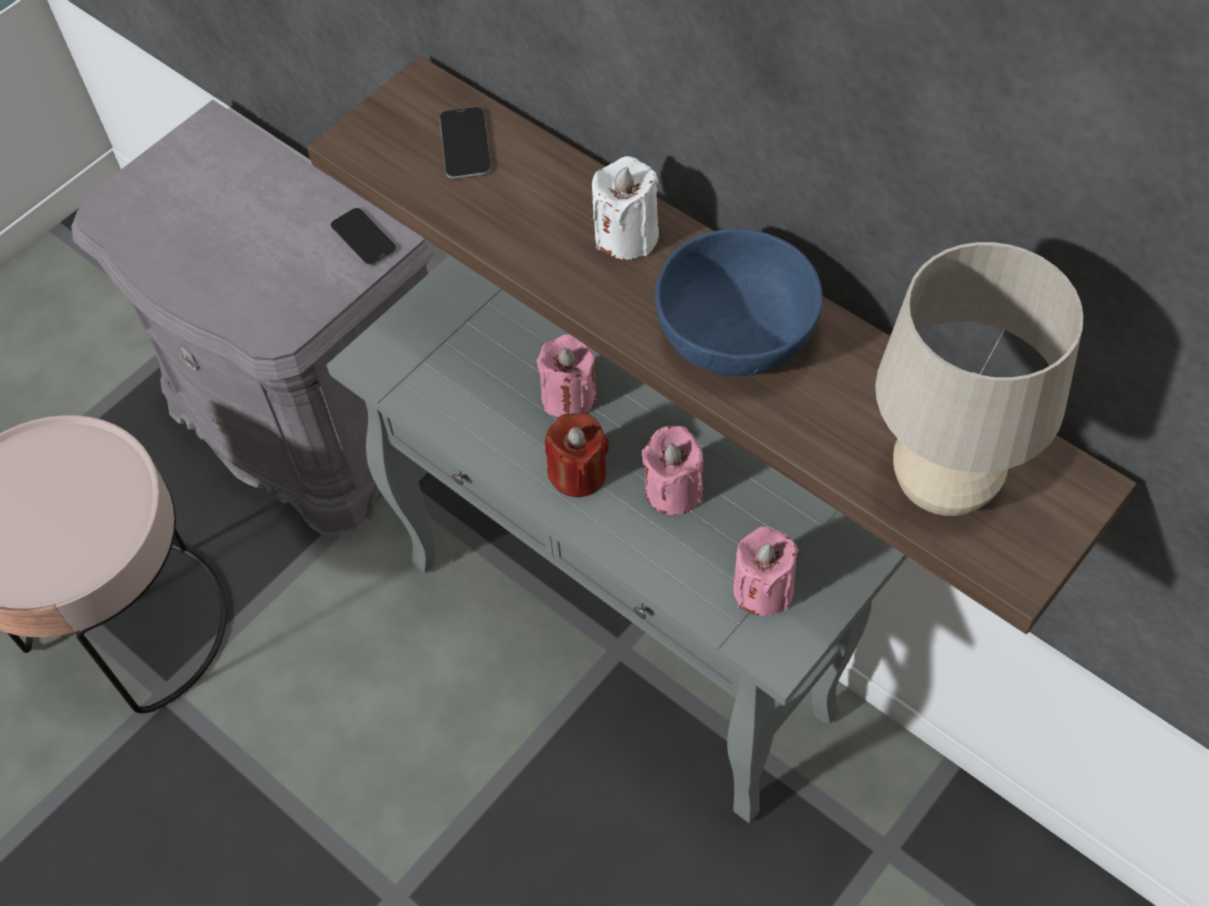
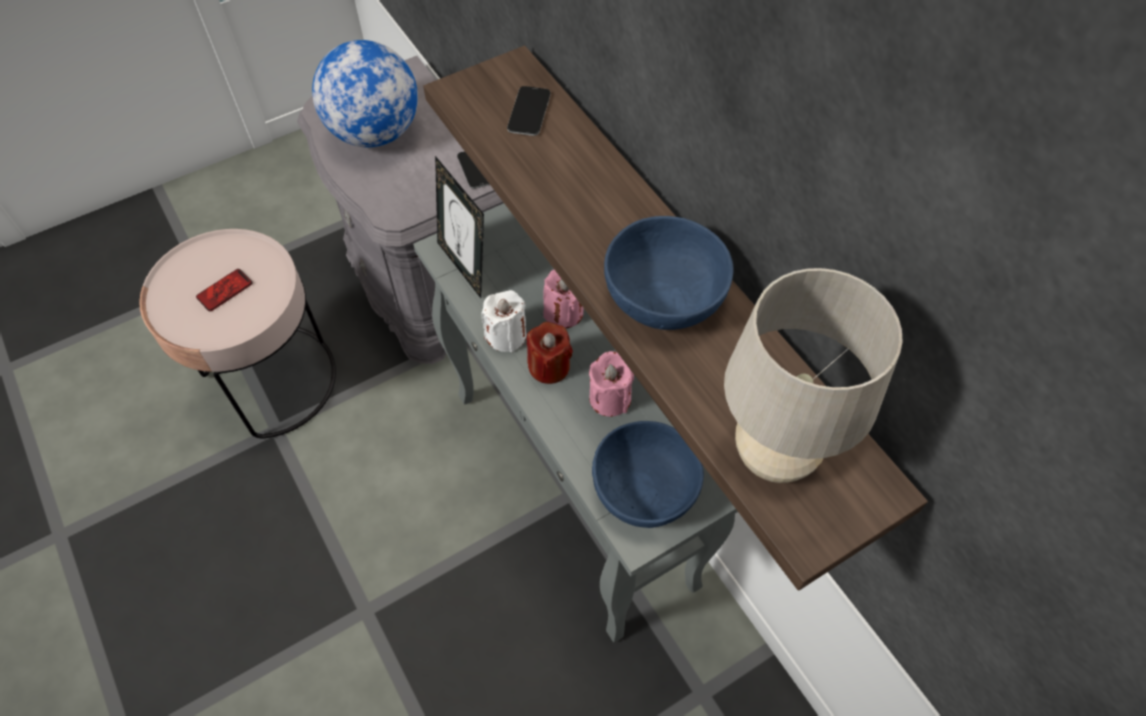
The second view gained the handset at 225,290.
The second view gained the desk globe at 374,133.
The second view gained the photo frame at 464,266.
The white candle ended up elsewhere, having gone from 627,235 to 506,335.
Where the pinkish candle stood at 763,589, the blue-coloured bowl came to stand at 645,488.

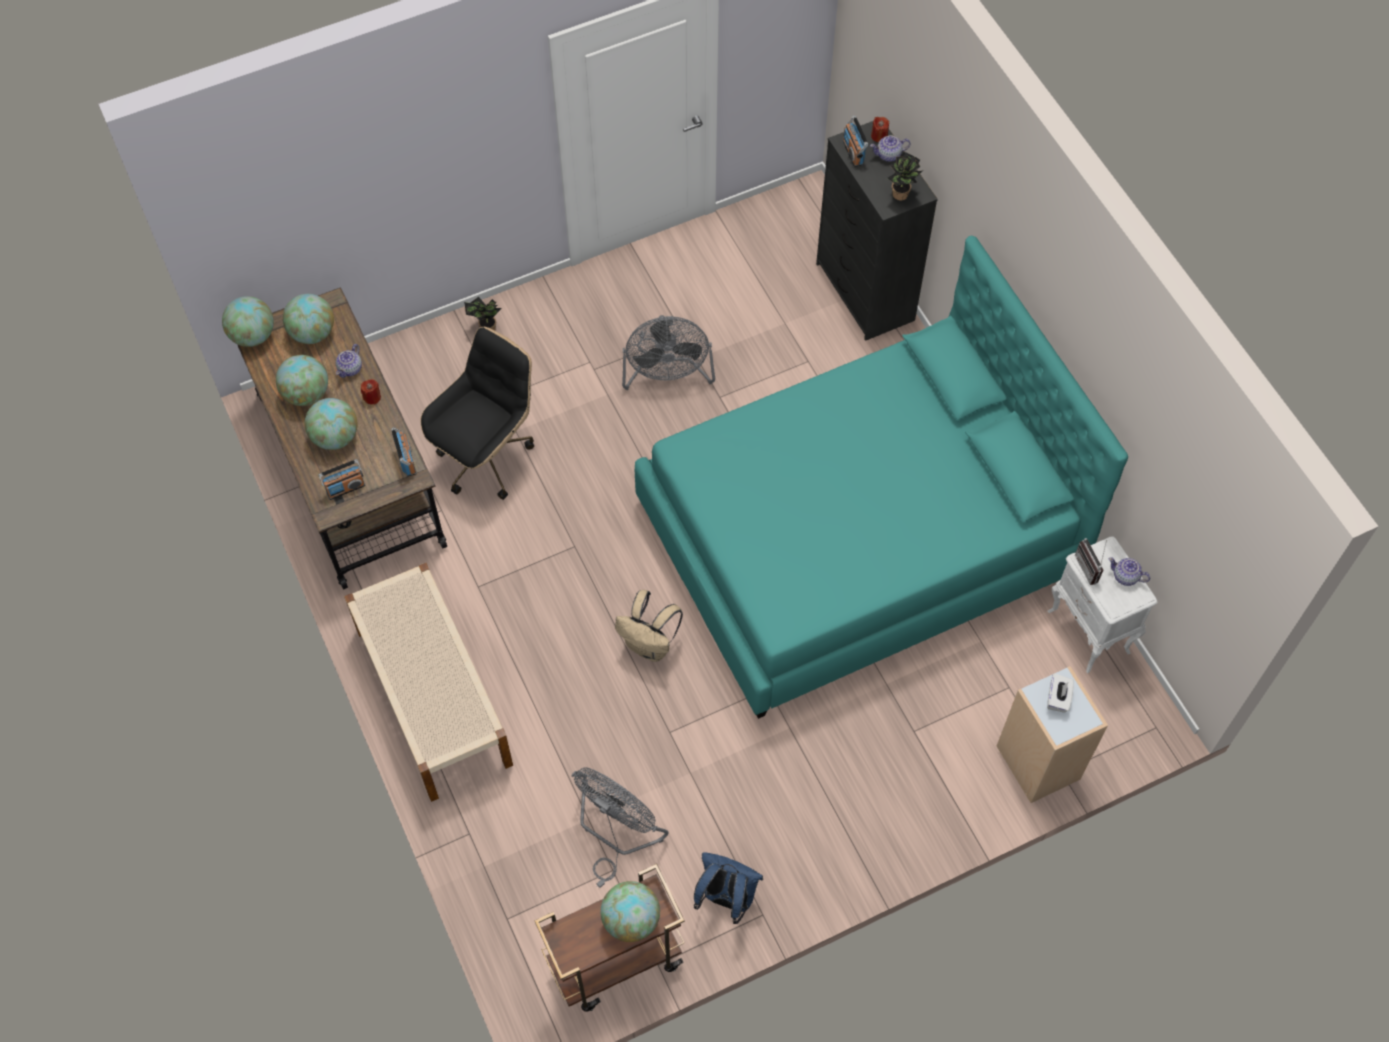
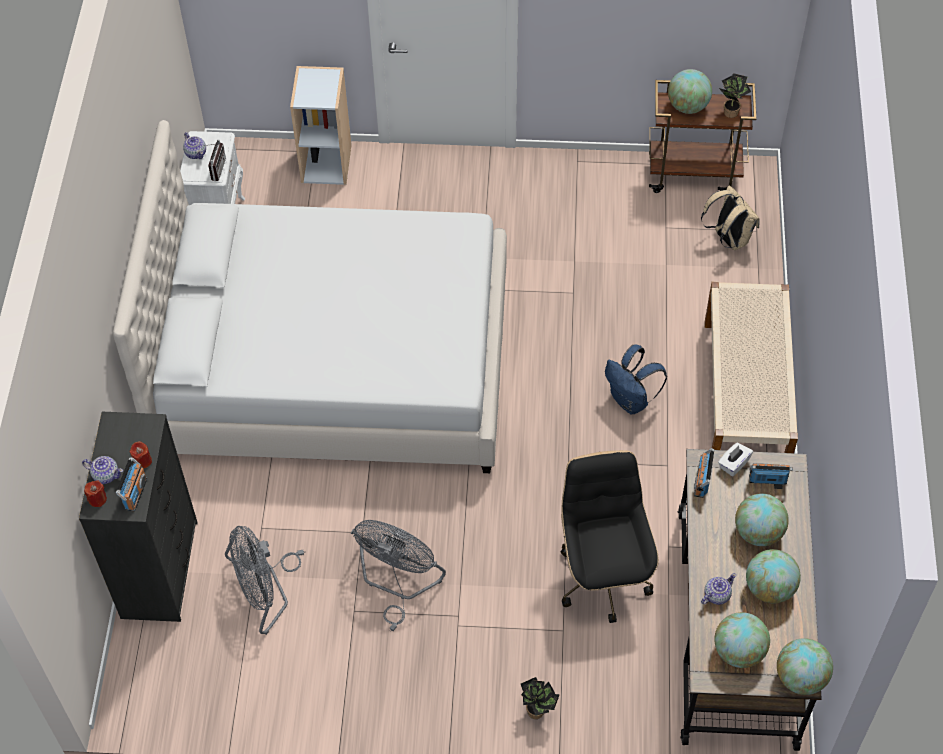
The red-coloured candle ended up elsewhere, having gone from 372,397 to 142,461.
The greyish electric fan ended up elsewhere, having gone from 613,831 to 265,587.
The sand-coloured backpack ended up elsewhere, having gone from 650,645 to 728,239.
The blue-coloured backpack ended up elsewhere, having gone from 726,898 to 631,401.
The houseplant ended up elsewhere, having gone from 901,196 to 730,111.
The white box of tissues ended up elsewhere, having gone from 1058,698 to 733,464.
What was the turquoise sleeping bed at 857,537 turned into the white sleeping bed at 334,362.
The blackish computer chair at 488,457 ended up facing another way, 105 degrees clockwise from before.

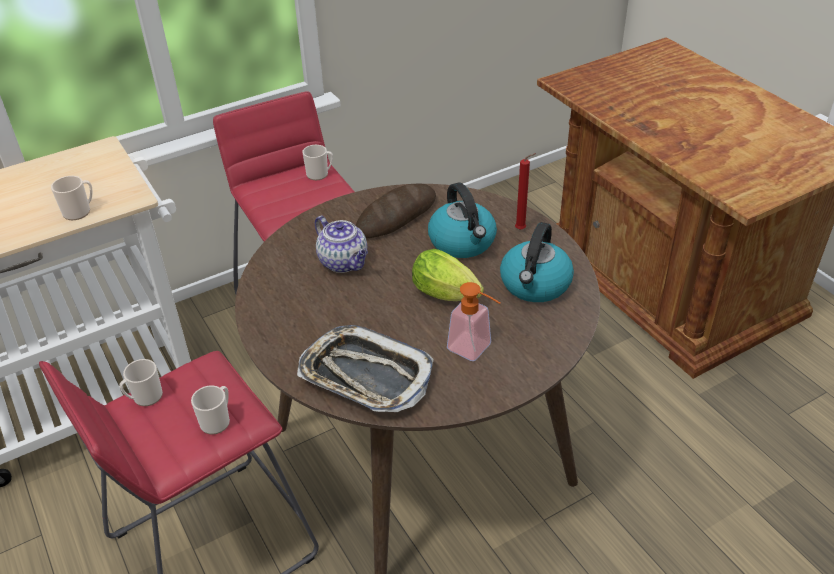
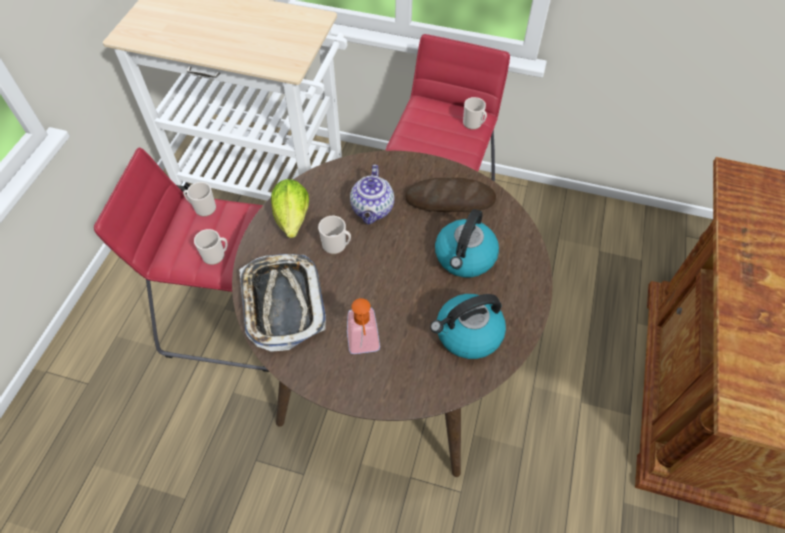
The second view lost the red-coloured candle at 522,229.
The mug ended up elsewhere, having gone from 80,211 to 337,245.
The lettuce ended up elsewhere, having gone from 449,295 to 292,222.

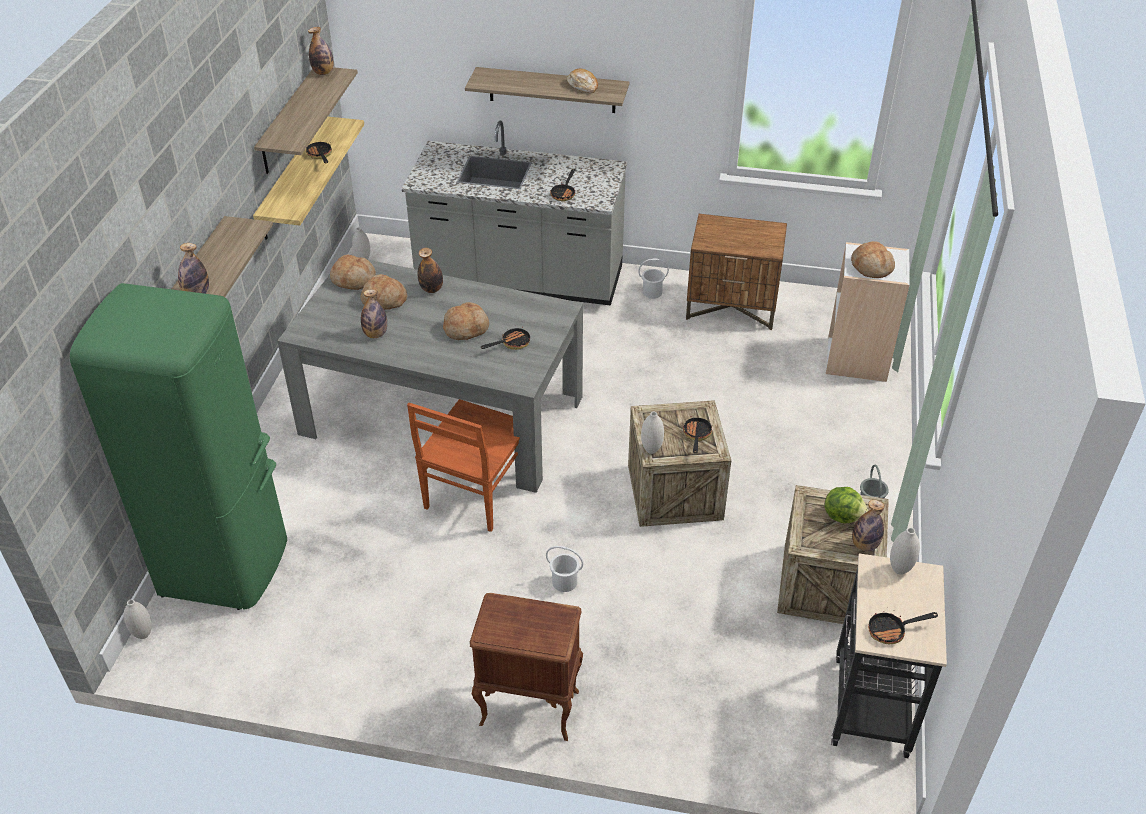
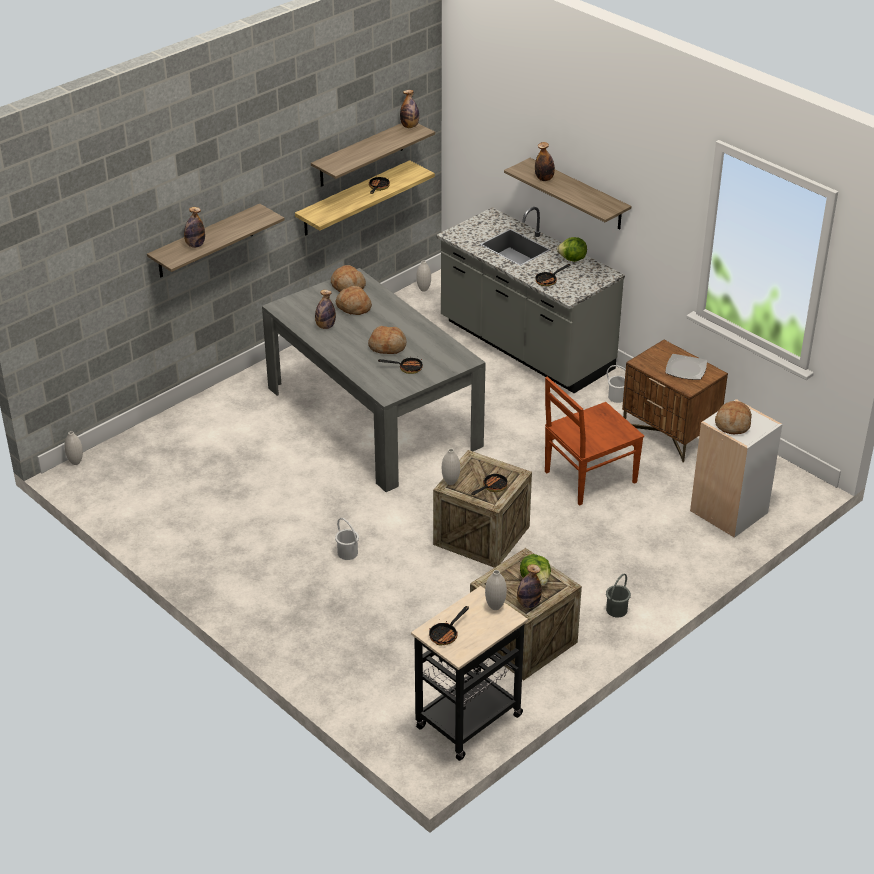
The second view lost the greenish refrigerator at 229,565.
The second view lost the brown-coloured nightstand at 529,708.
The second view lost the baked bread at 583,86.
The second view gained the lettuce at 572,259.
The second view gained the flat dish at 685,369.
The brown-coloured chair ended up elsewhere, having gone from 475,493 to 588,477.
The bottle ended up elsewhere, having gone from 431,289 to 544,179.
The frying pan at 892,631 ended up facing another way, 75 degrees counterclockwise from before.

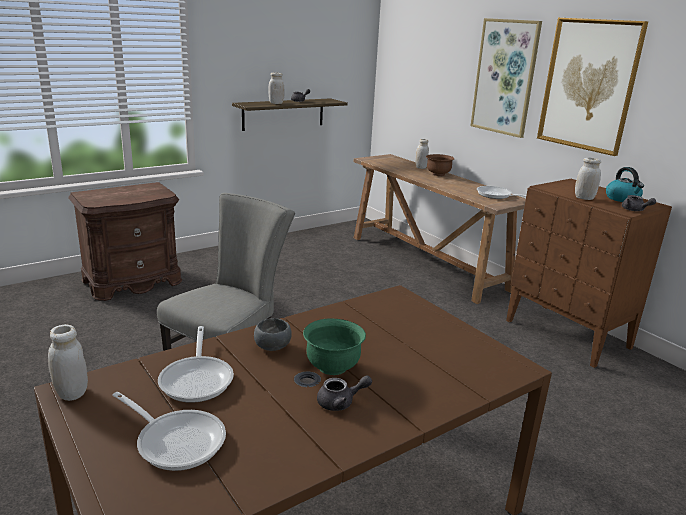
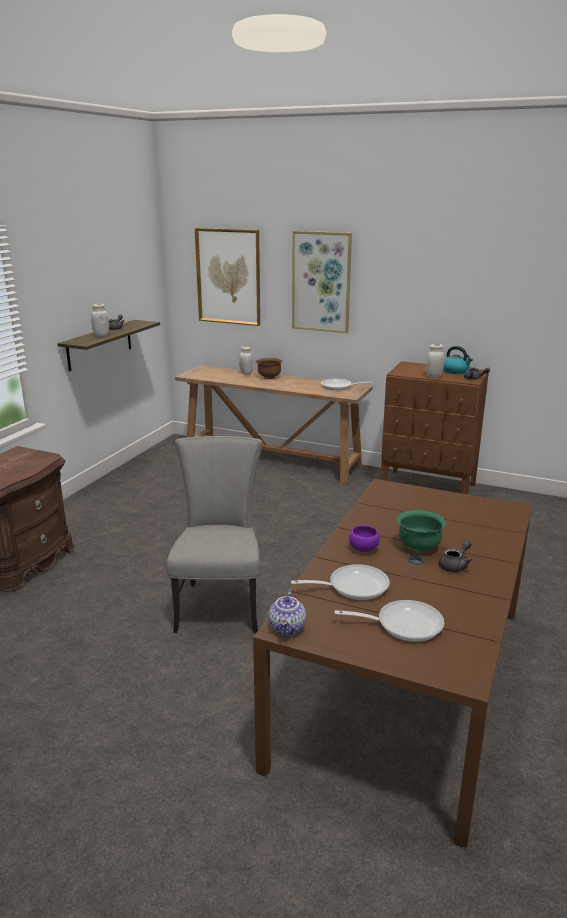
The wall art ended up elsewhere, having gone from 588,85 to 228,276.
Where the white storage jar stood at 72,393, the tea pot came to stand at 288,628.
What was the greyish bowl at 273,347 turned into the purple bowl at 364,548.
The frying pan at 198,379 ended up facing another way, 60 degrees counterclockwise from before.

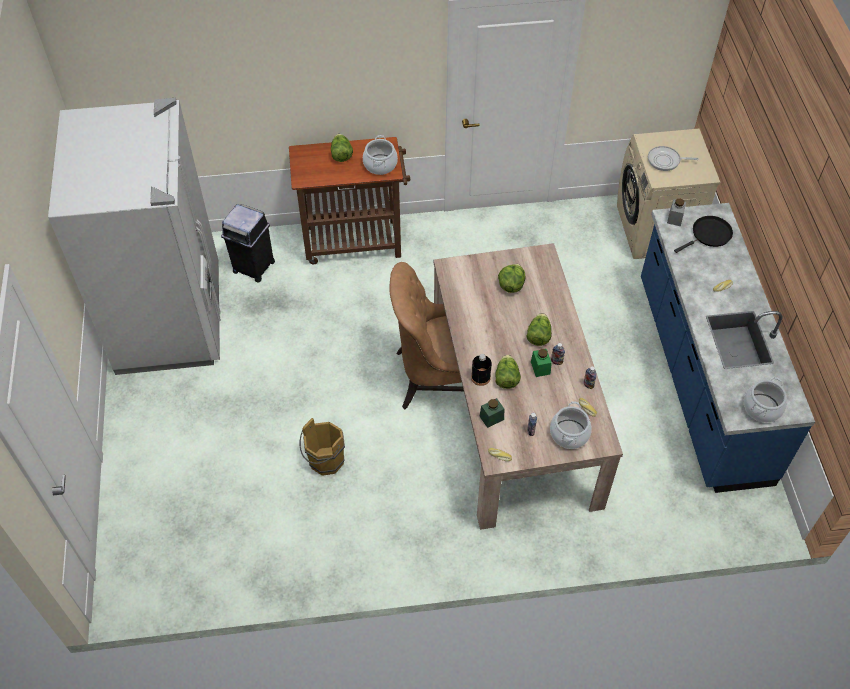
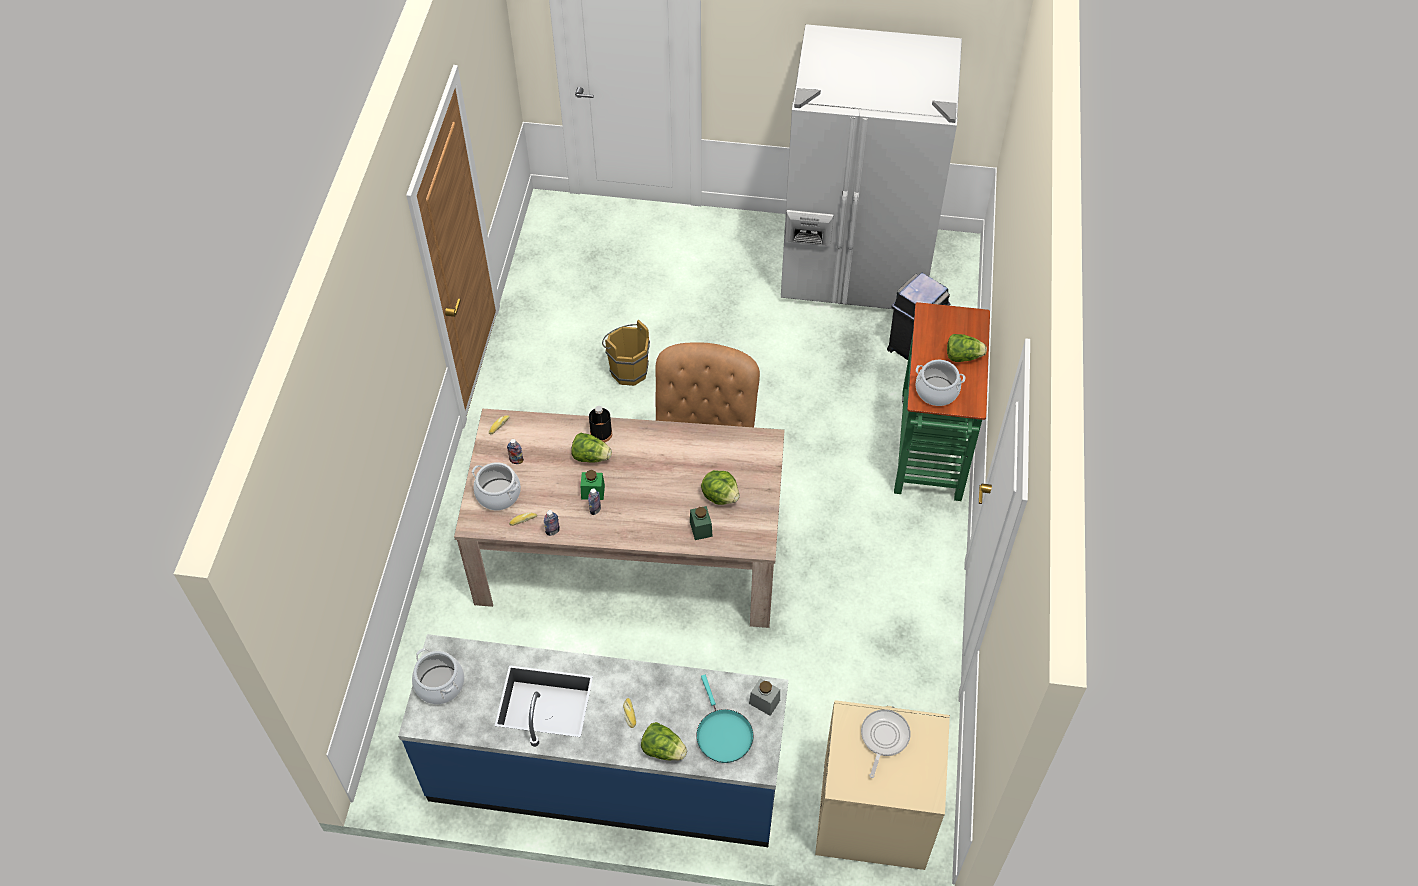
The greenish storage jar ended up elsewhere, having gone from 491,418 to 701,529.
The lettuce ended up elsewhere, having gone from 538,336 to 663,749.
What was the brown-coloured trolley at 354,242 turned into the greenish trolley at 930,450.
What was the blackish frying pan at 709,235 turned into the turquoise frying pan at 722,734.

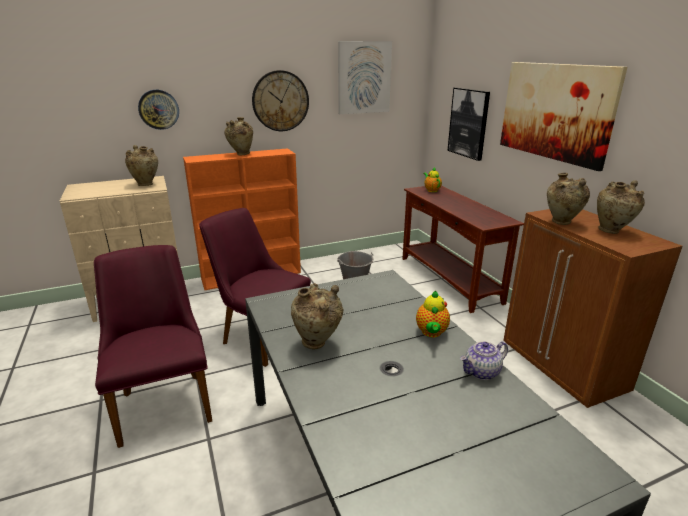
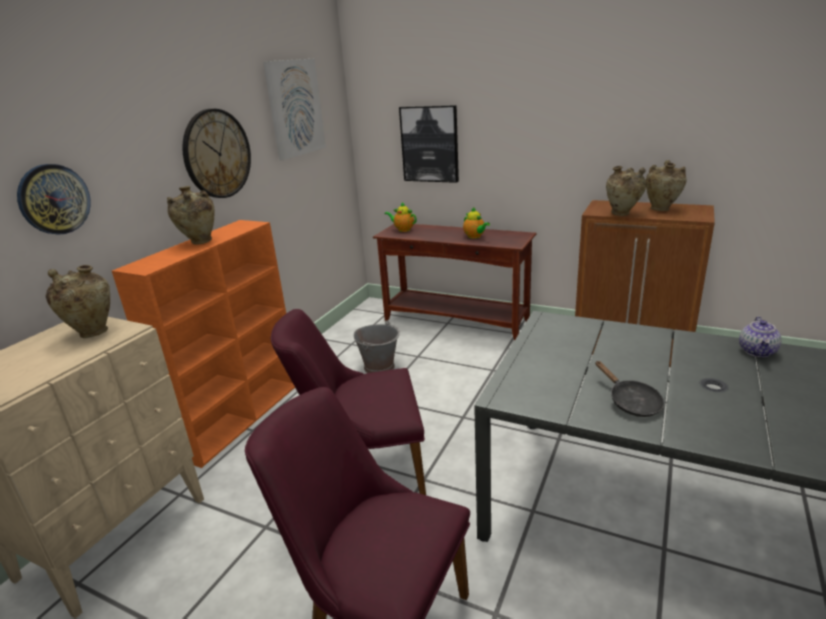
The second view lost the wall art at 555,111.
The tea pot ended up elsewhere, having gone from 431,333 to 475,237.
Where the sand-coloured flower vase stood at 317,344, the blackish frying pan came to stand at 631,402.

